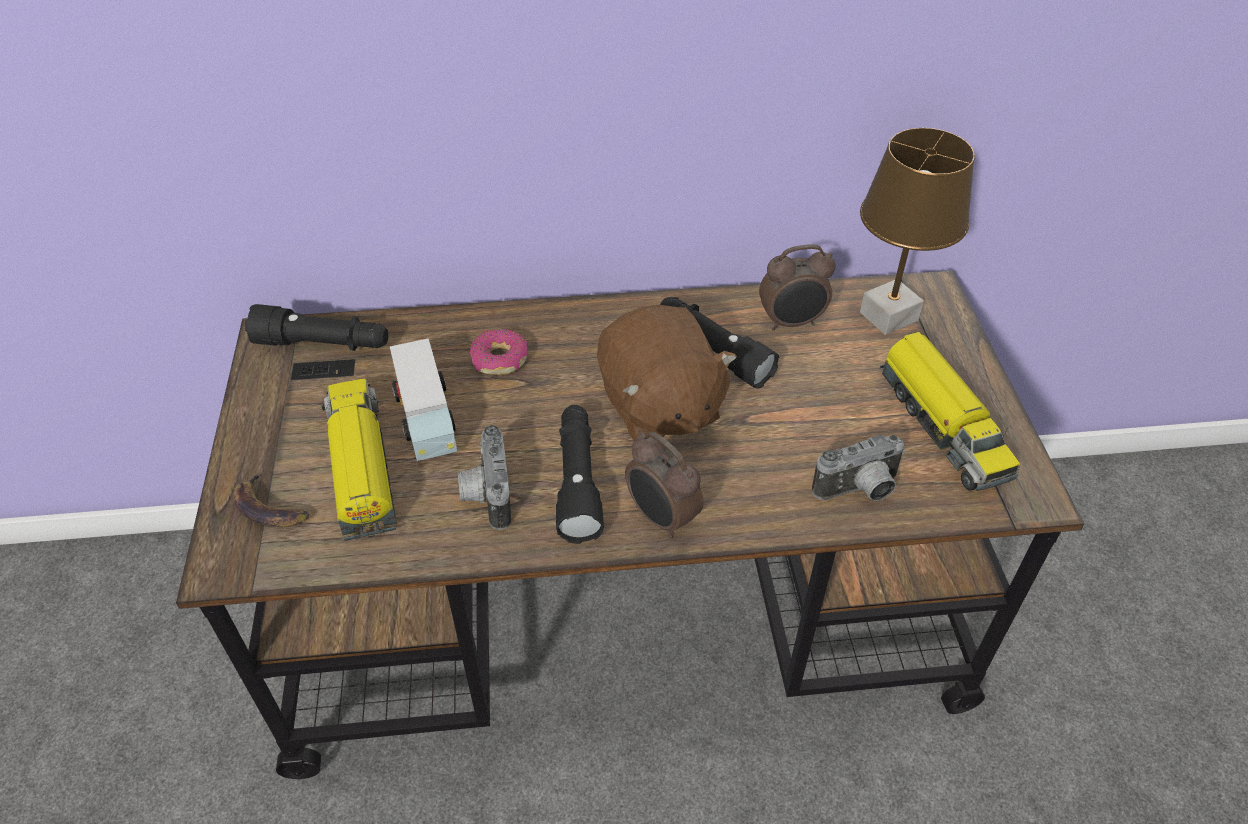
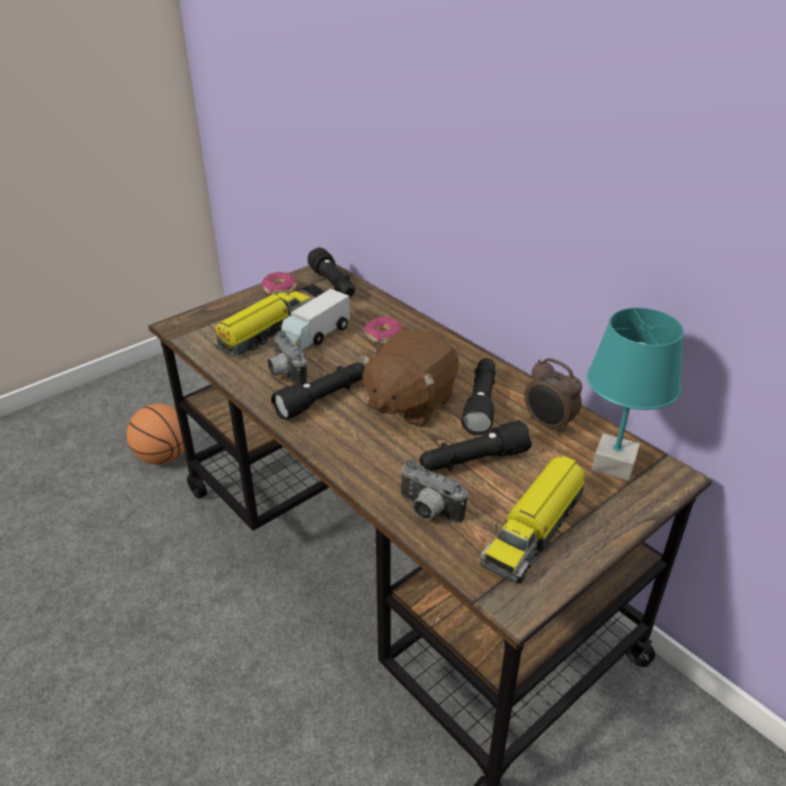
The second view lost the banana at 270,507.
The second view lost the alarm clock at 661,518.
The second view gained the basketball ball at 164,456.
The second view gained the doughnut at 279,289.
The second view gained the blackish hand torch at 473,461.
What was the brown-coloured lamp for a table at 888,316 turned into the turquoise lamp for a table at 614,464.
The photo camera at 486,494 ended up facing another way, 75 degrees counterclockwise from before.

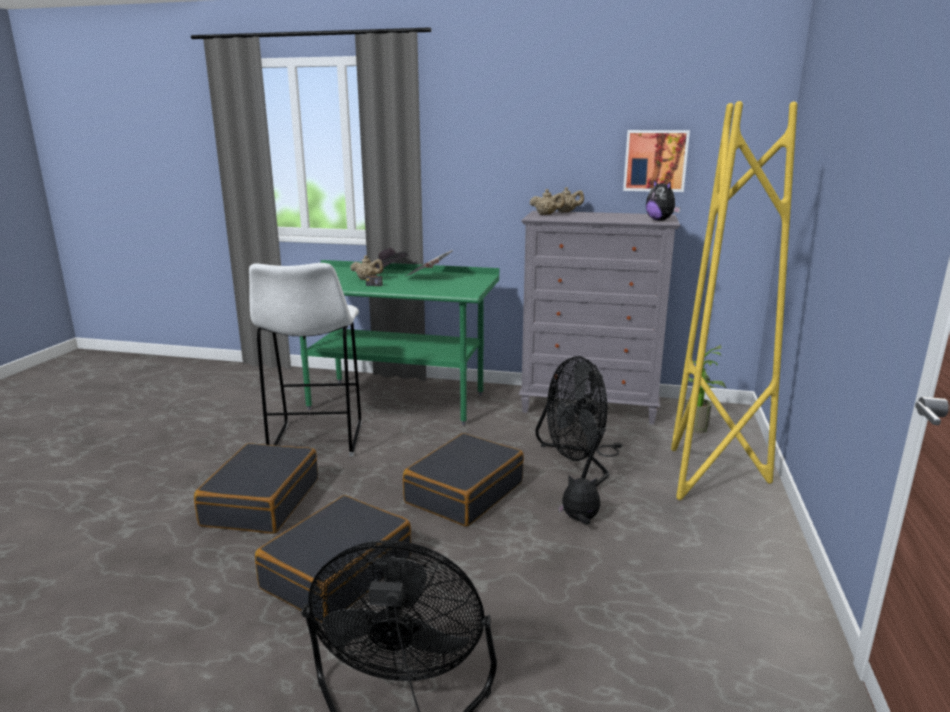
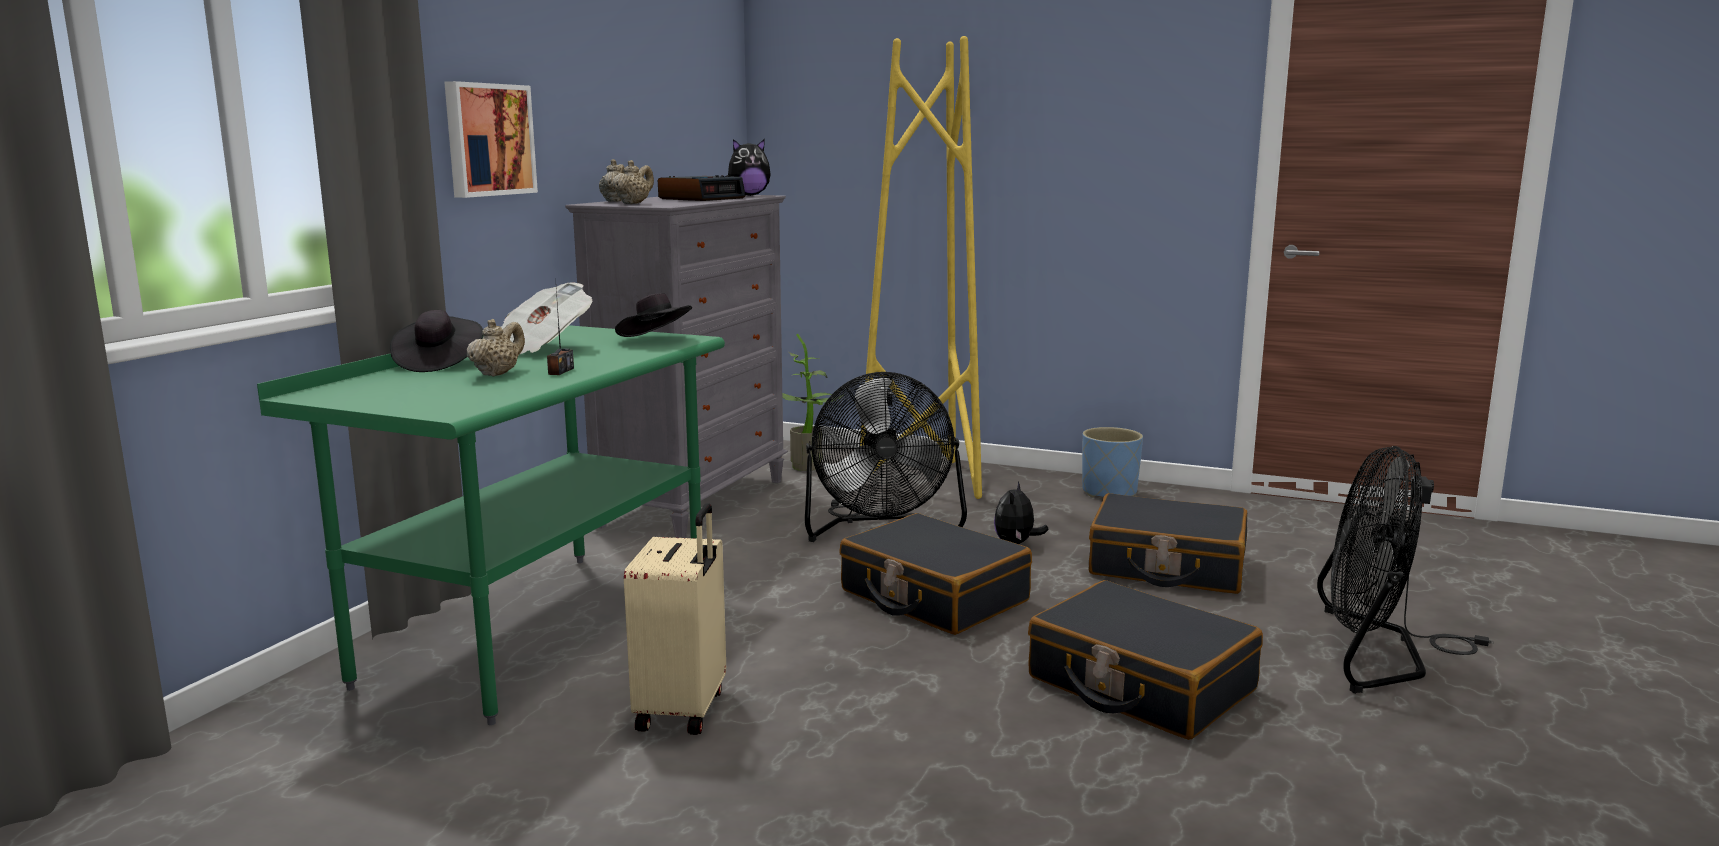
The second view gained the blackish hat at 656,340.
The second view gained the alarm clock at 702,198.
The second view gained the blue-coloured planter at 1108,492.
The blackish travel case ended up elsewhere, having gone from 261,502 to 1166,566.
The wall art ended up elsewhere, having gone from 655,160 to 488,139.
Where the white sitting stool stood at 316,442, the sand-coloured travel case came to stand at 684,710.

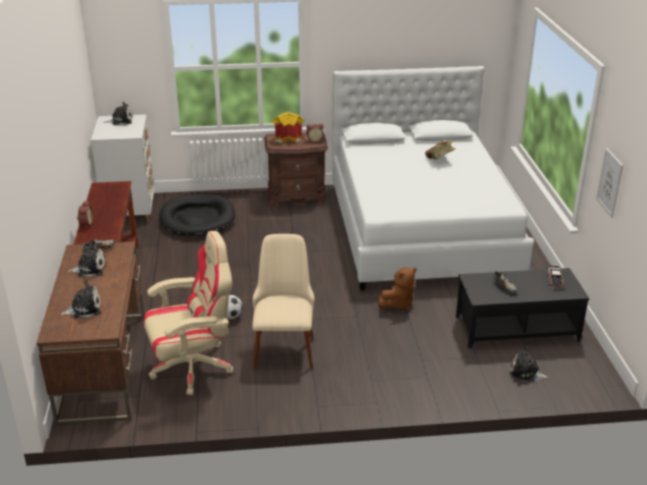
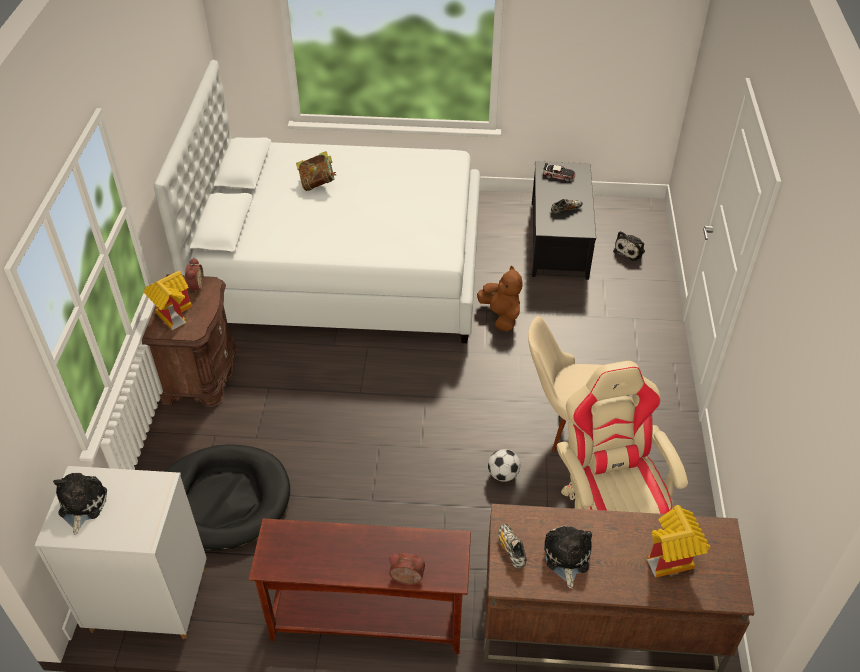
The second view lost the wall art at 610,182.
Where the plush toy stood at 84,309, the toy house came to stand at 672,559.

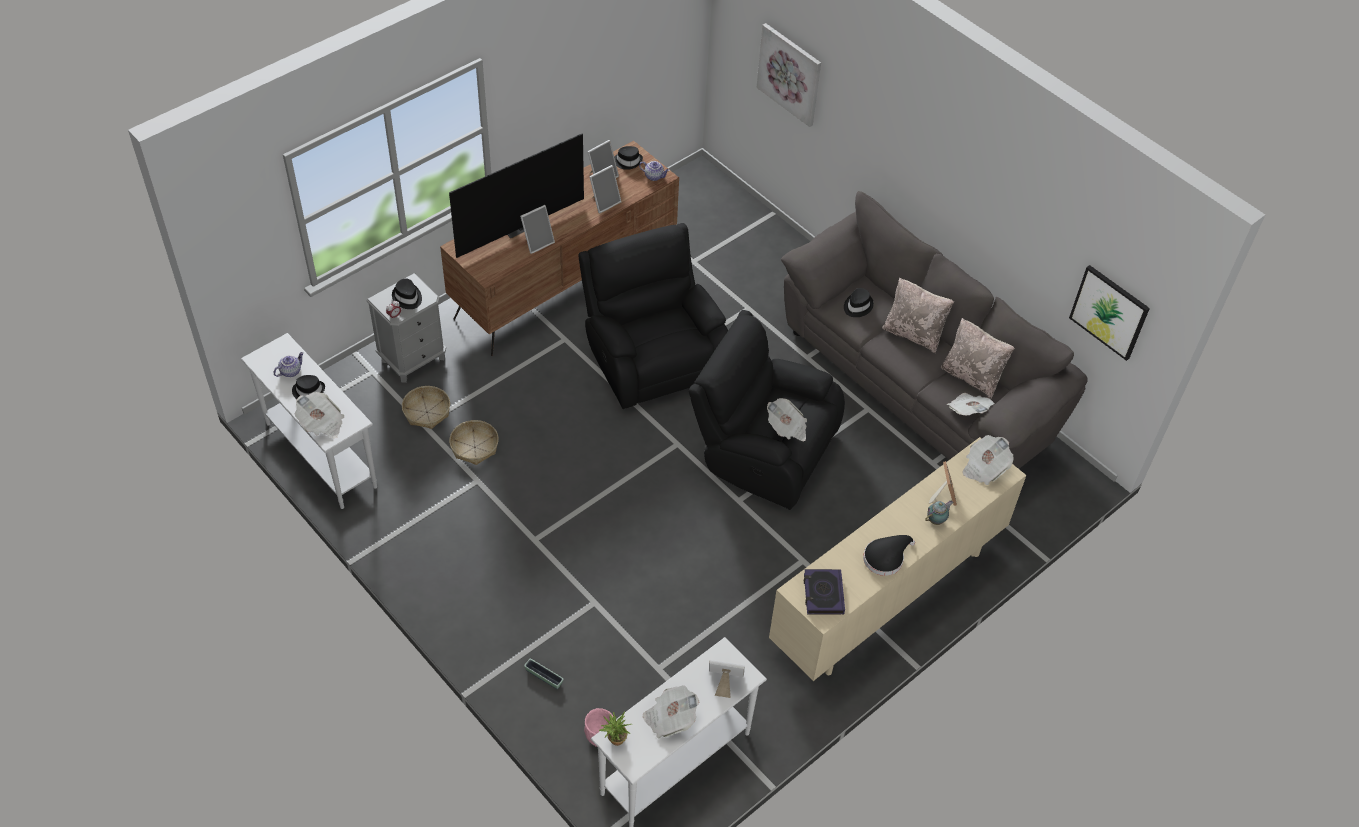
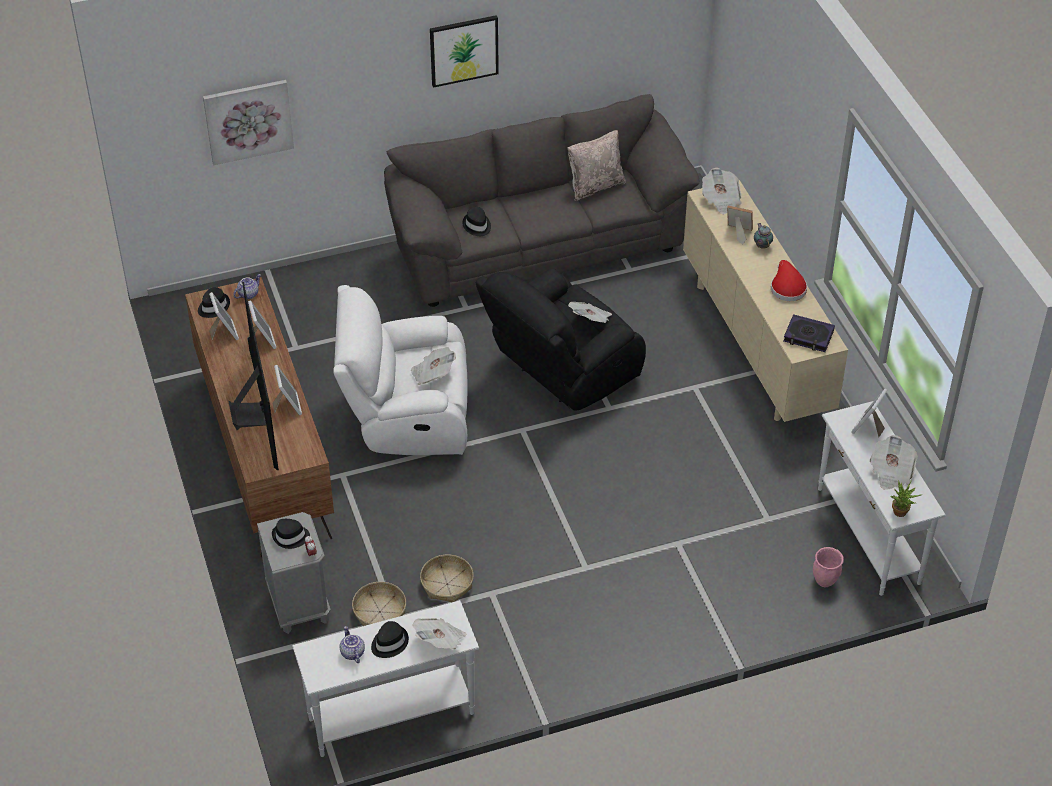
The second view lost the planter at 544,677.
The second view lost the sand-coloured pillow at 913,334.
The newspaper ended up elsewhere, having gone from 968,411 to 433,374.
The wall art ended up elsewhere, having gone from 1109,312 to 464,50.
What was the blackish lounge chair at 653,358 turned into the white lounge chair at 406,415.
What was the blackish hat at 886,557 turned into the red-coloured hat at 787,287.

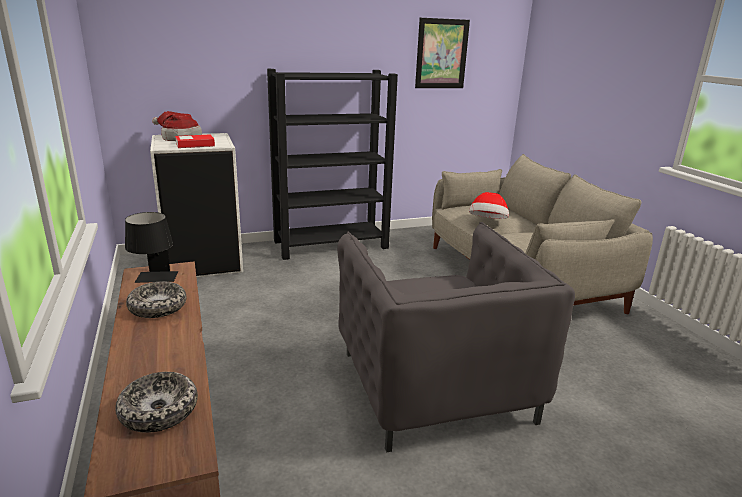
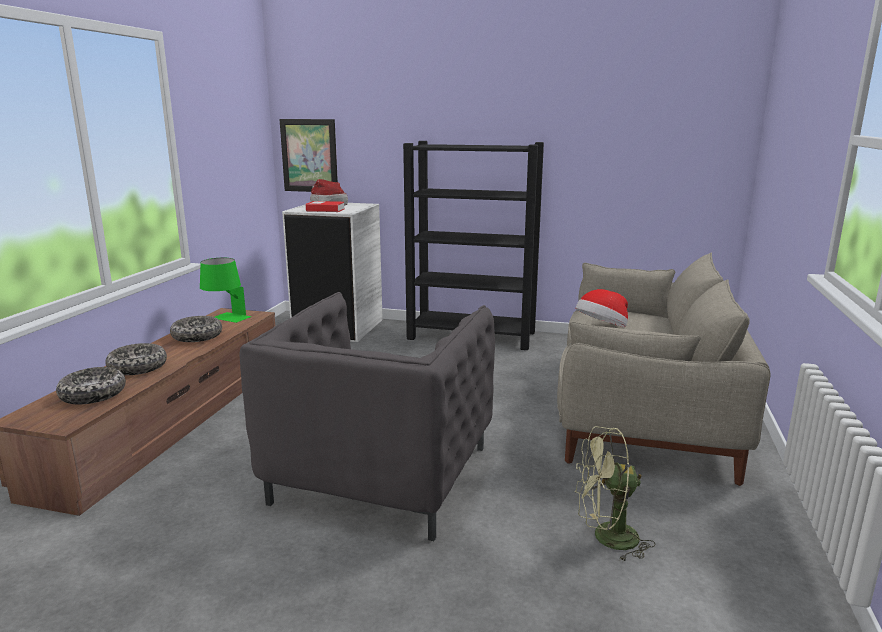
The second view gained the bowl at 137,367.
The second view gained the greenish electric fan at 606,538.
The wall art ended up elsewhere, having gone from 441,54 to 309,155.
What was the blackish lamp for a table at 155,280 turned into the greenish lamp for a table at 226,319.

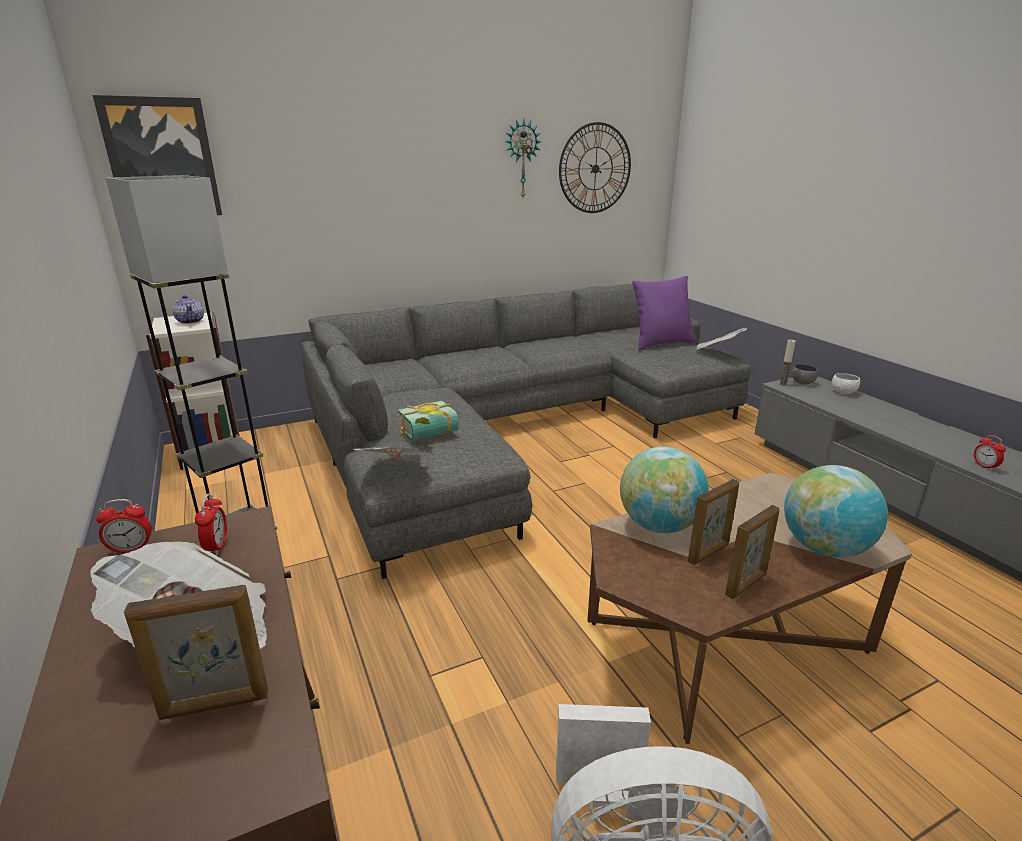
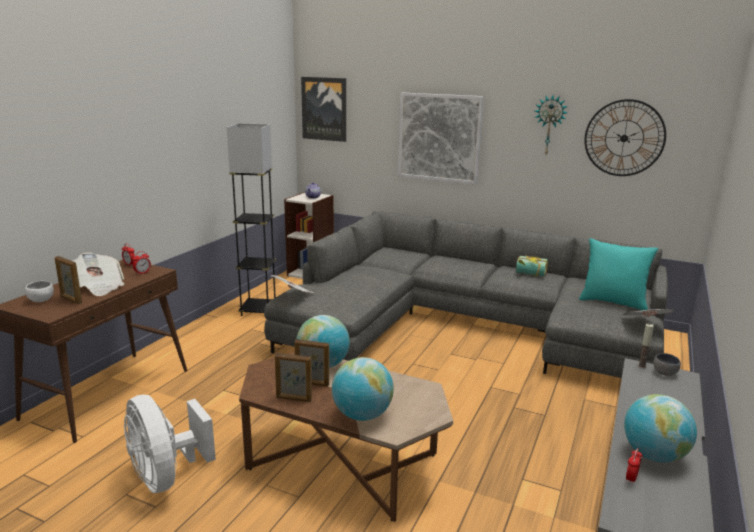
The second view gained the wall art at 439,138.
The second view gained the desk globe at 654,455.
The volume ended up elsewhere, having gone from 431,435 to 530,274.
The white bowl ended up elsewhere, having gone from 843,392 to 42,300.
What was the purple pillow at 661,343 turned into the turquoise pillow at 613,302.

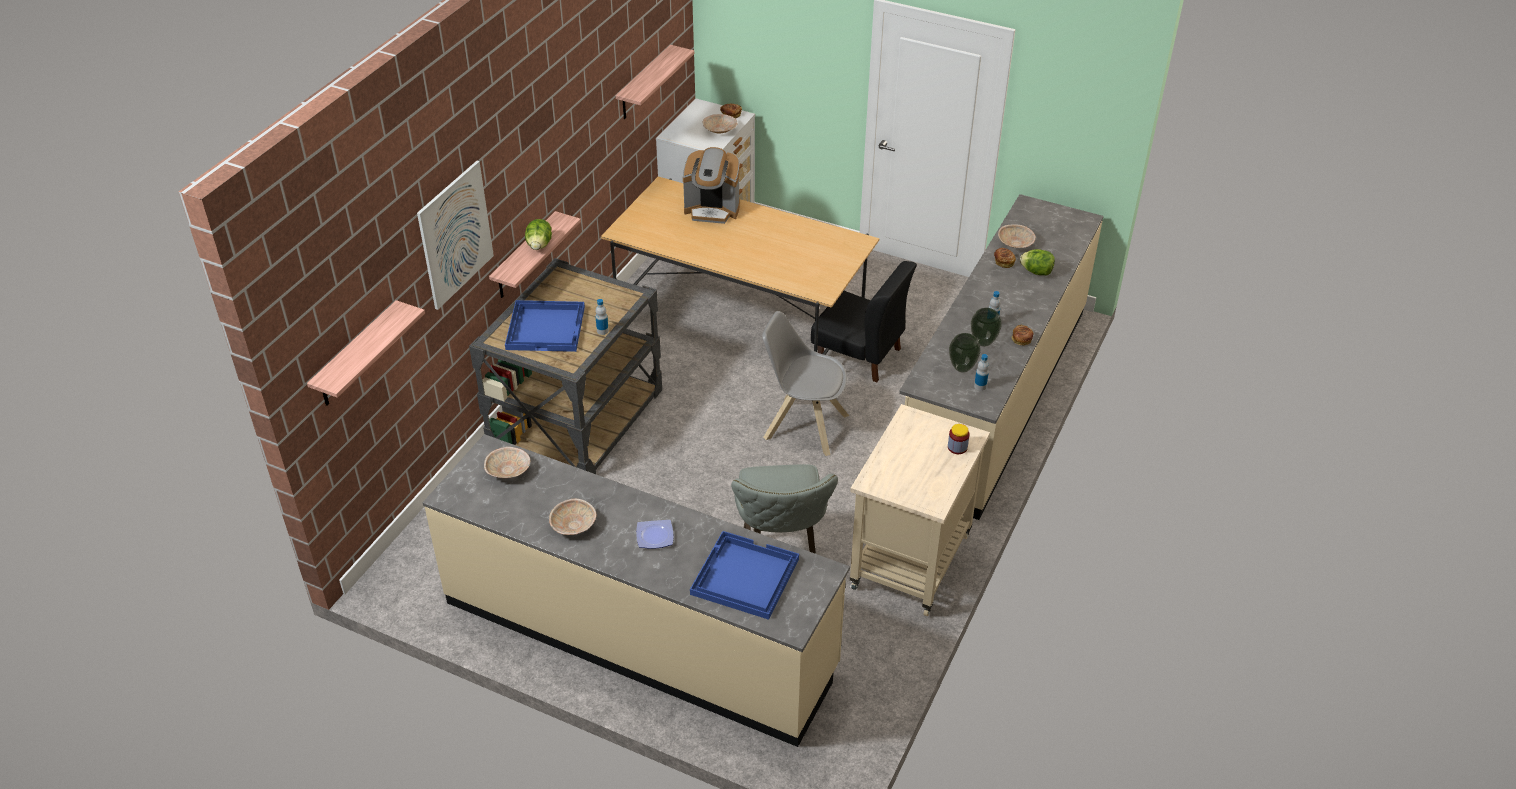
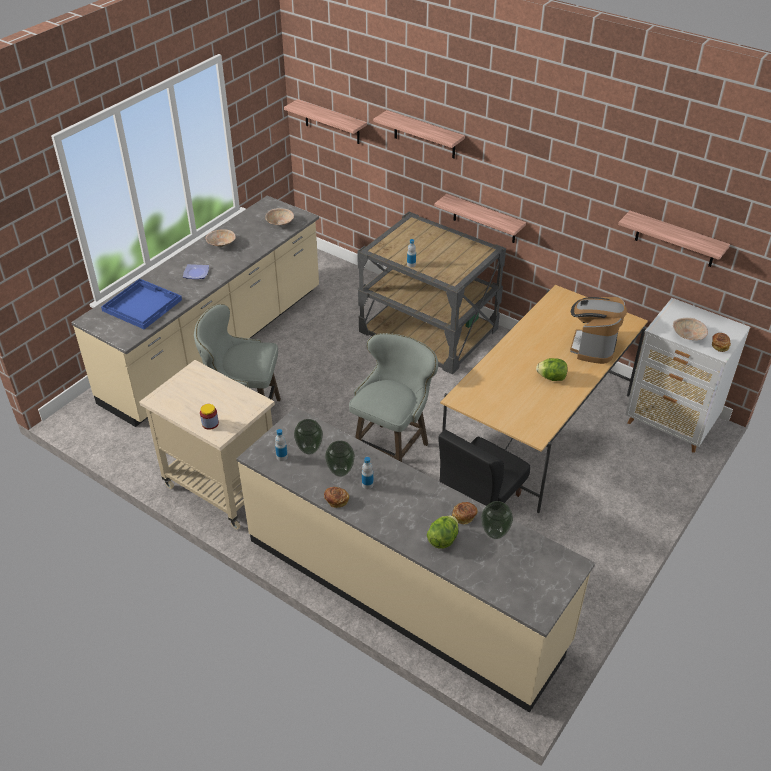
The second view lost the blue-coloured serving tray at 546,327.
The lettuce ended up elsewhere, having gone from 539,245 to 551,377.
Where the wall art hung at 455,235, the bracket shelf came to hang at 424,135.
Where the greyish chair stood at 803,426, the greyish sitting stool came to stand at 392,449.
Where the sand-coloured bowl stood at 1015,244, the flower vase came to stand at 494,534.

